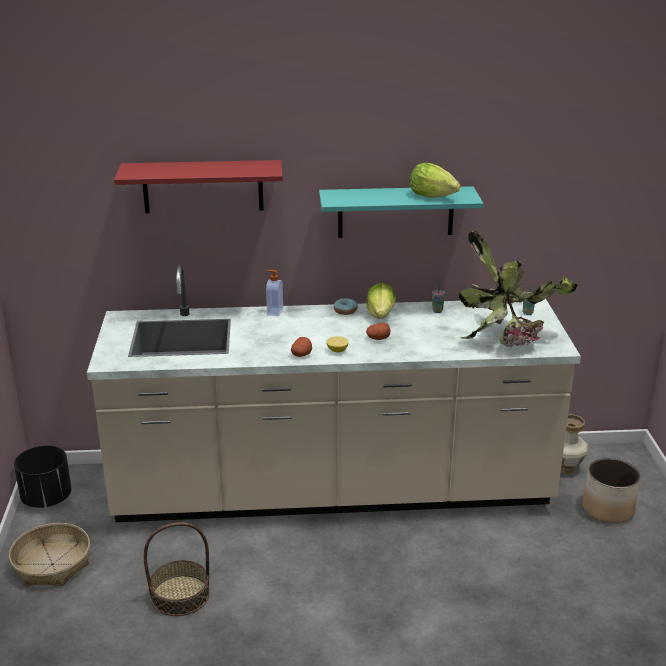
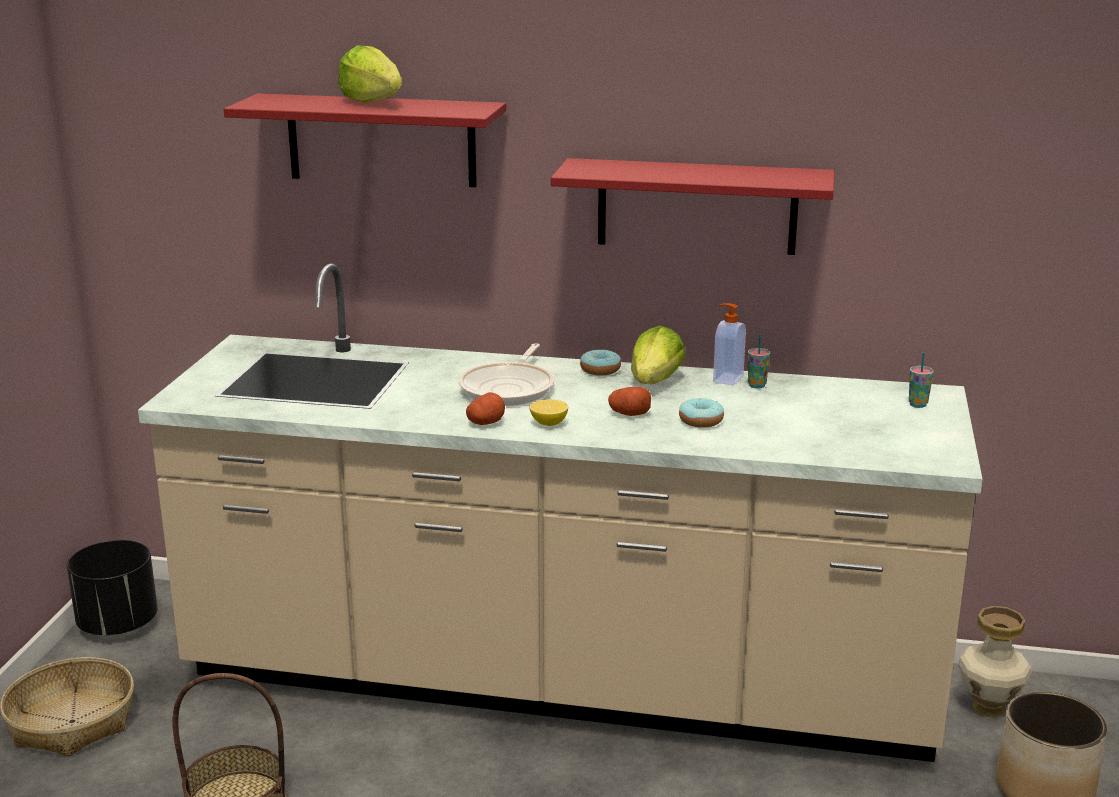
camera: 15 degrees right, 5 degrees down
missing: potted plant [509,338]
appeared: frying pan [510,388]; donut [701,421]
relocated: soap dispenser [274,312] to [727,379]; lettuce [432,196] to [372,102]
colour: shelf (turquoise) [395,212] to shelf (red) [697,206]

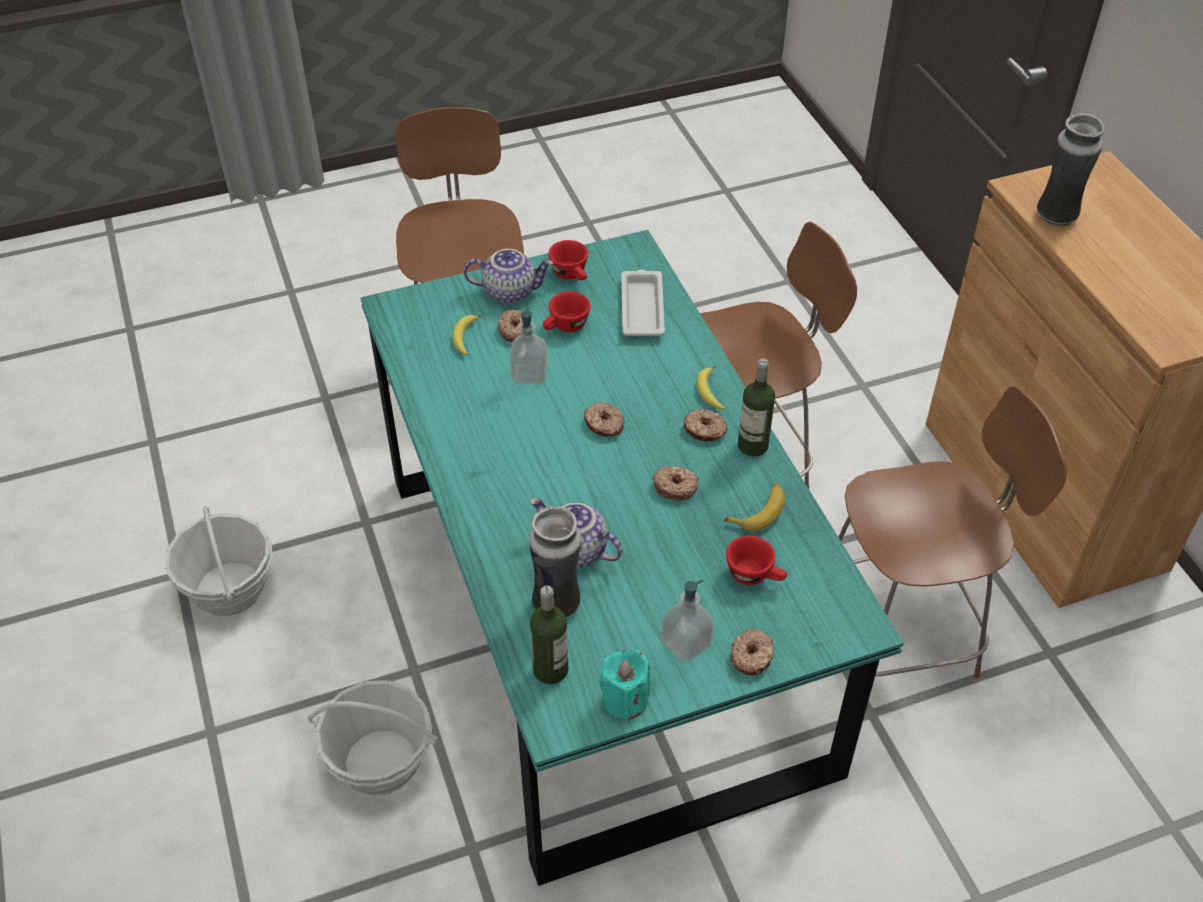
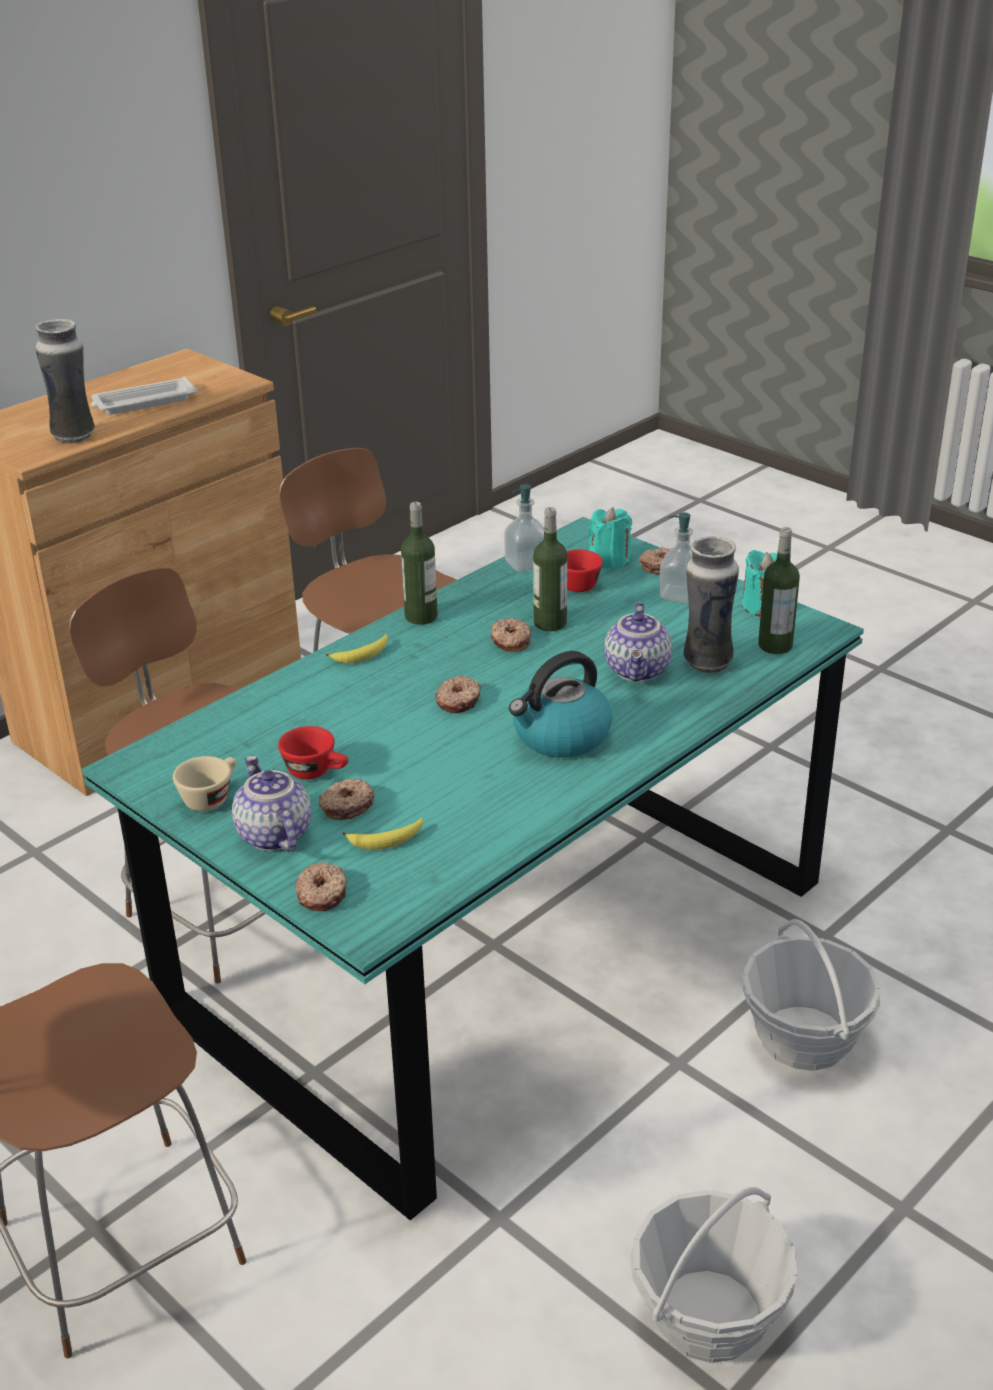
camera: 115 degrees left, 15 degrees down
missing: banana [759,511]
appeared: kettle [560,737]; bottle [550,623]; candle (turquoise) [609,560]
relocated: soap dispenser [529,374] to [525,564]; tray (white) [642,307] to [143,402]; donut [704,430] to [323,894]
colour: cup (red) [572,275] to cup (beige) [211,797]

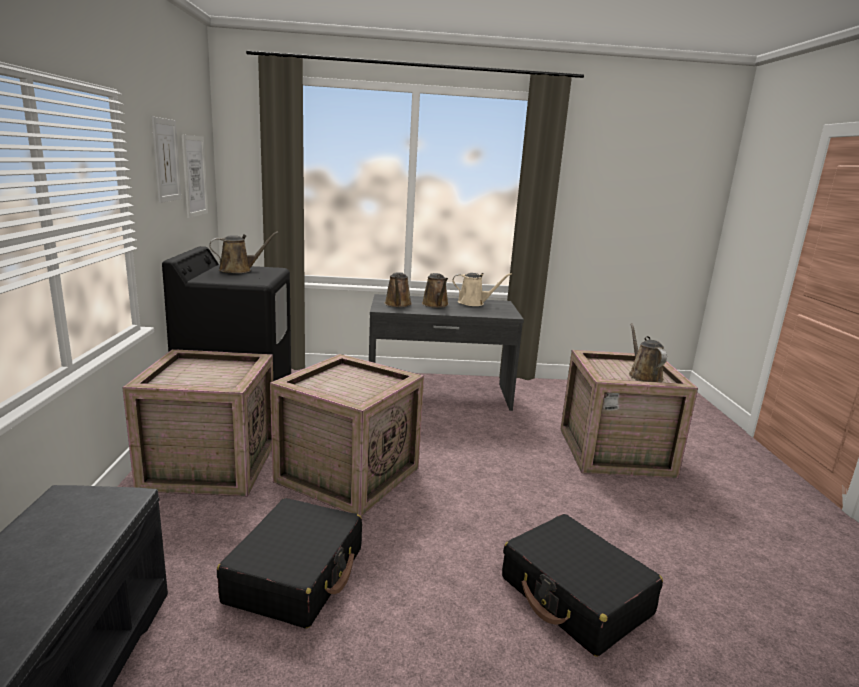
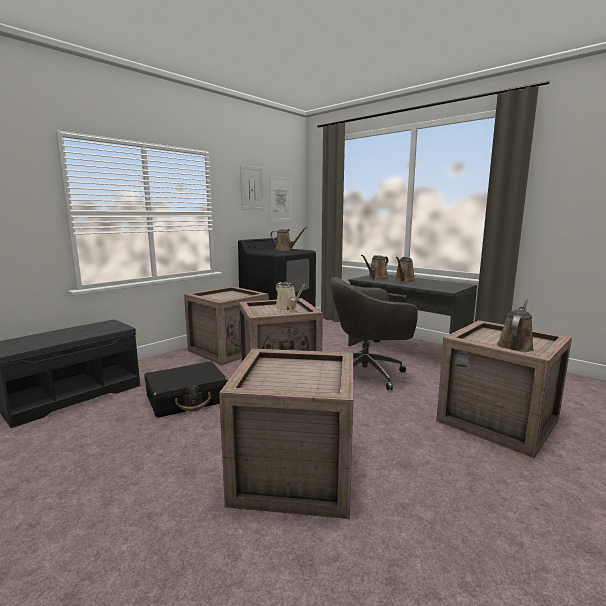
camera: 45 degrees right, 5 degrees down
appeared: office chair (grey) [367,373]
relocated: watering can (beige) [474,303] to [288,309]
exchanged: suitcase (black) [575,596] to crate [296,473]

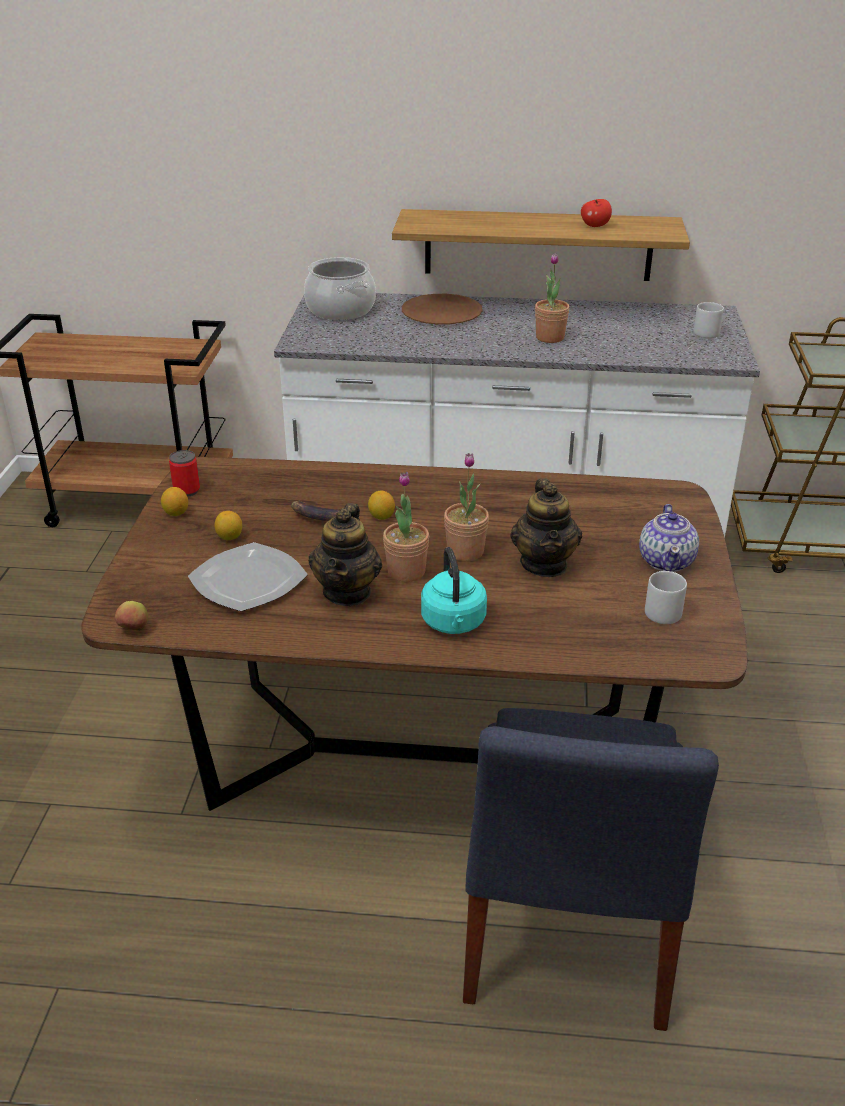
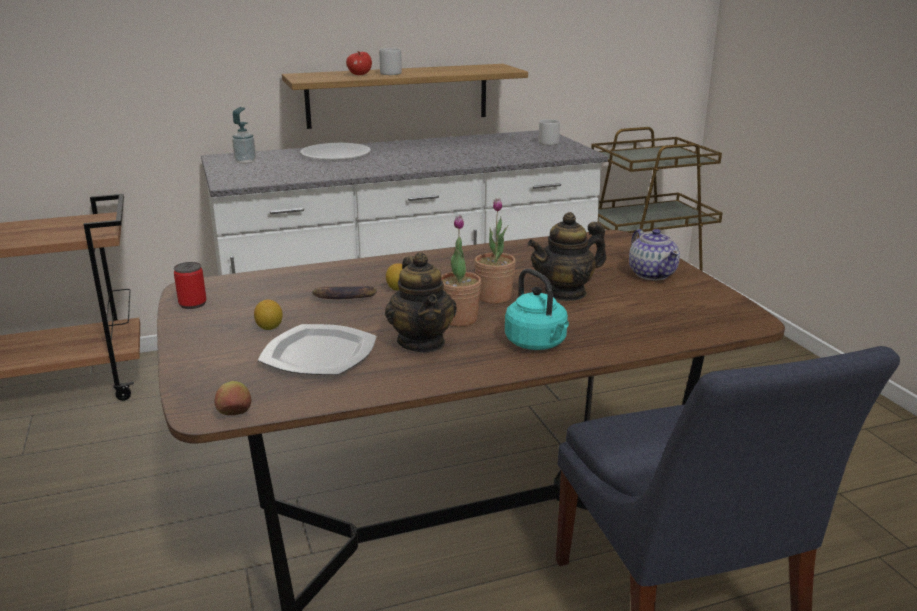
camera: 25 degrees left, 10 degrees down
missing: lemon [176,513]; potted plant [550,338]
relocated: apple [595,226] to [359,75]; mug (grey) [661,610] to [389,73]
exchanged: cooking pot [340,310] to soap dispenser [245,162]
colour: plate (brown) [442,312] to plate (white) [336,154]
spun: teapot [544,564] = [565,293] 90 degrees clockwise

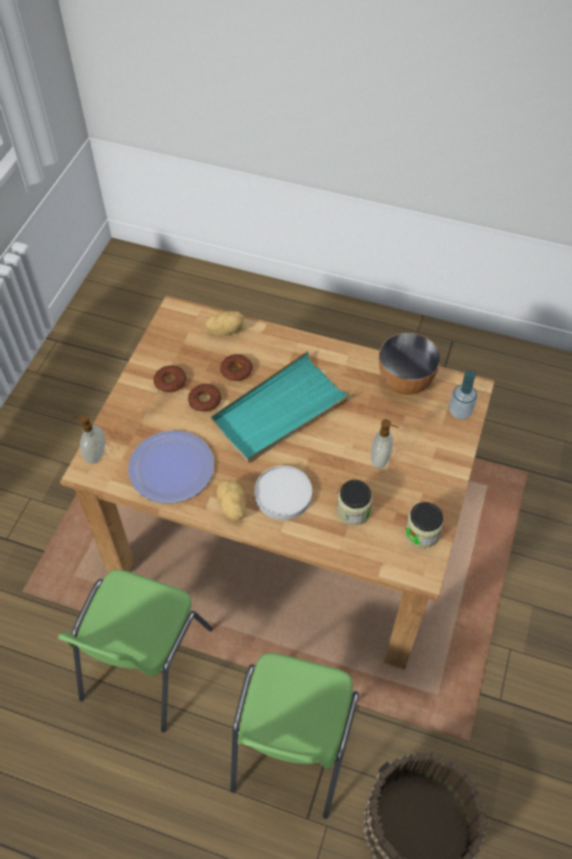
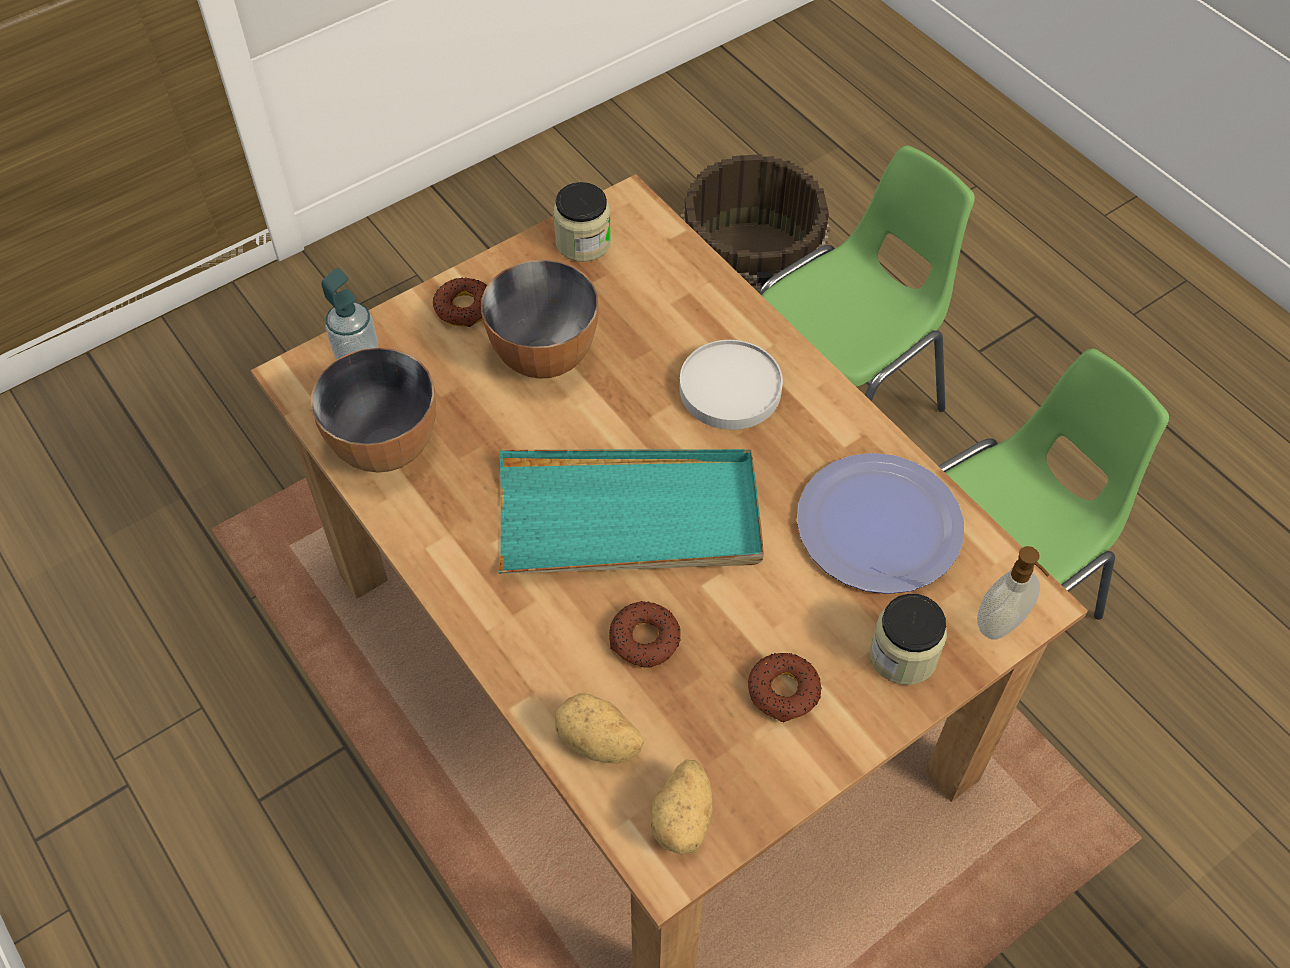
camera: 145 degrees left, 0 degrees up
relocated: donut [204,400] to [464,307]; potato [231,507] to [684,819]; jar [353,511] to [903,655]
exchanged: soap dispenser [381,459] to bowl [543,356]

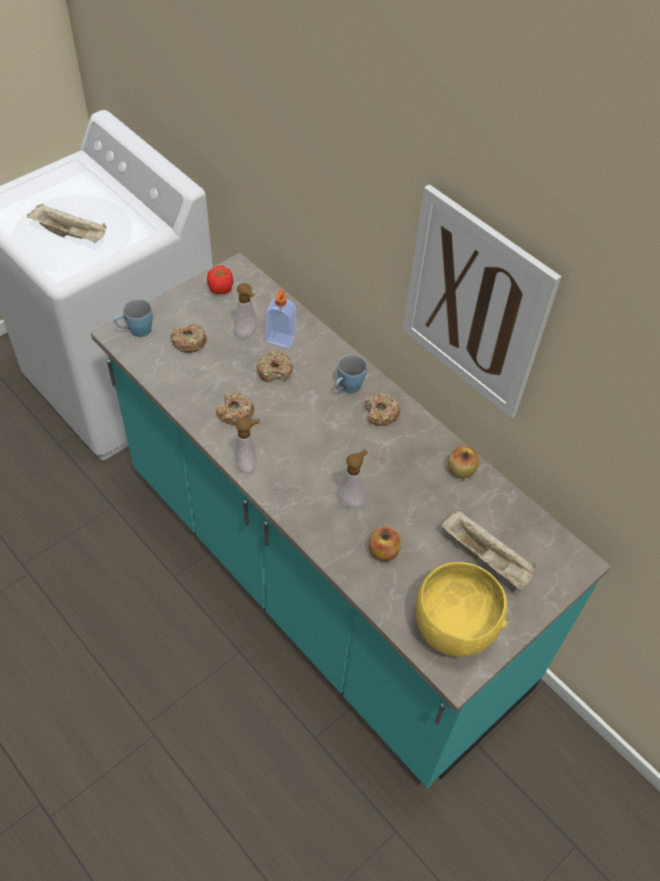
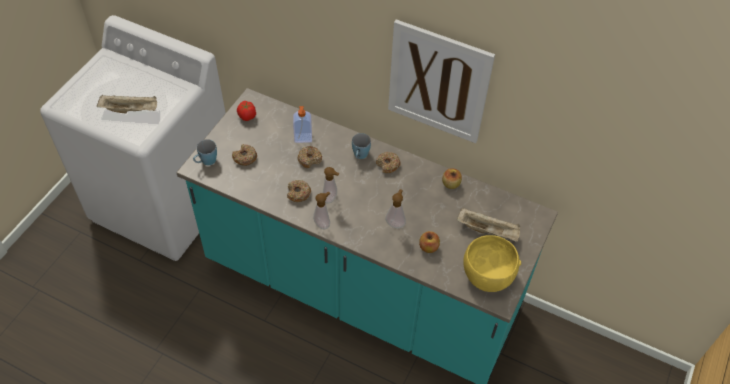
camera: 20 degrees left, 0 degrees up
relocated: soap dispenser [247,334] to [331,199]

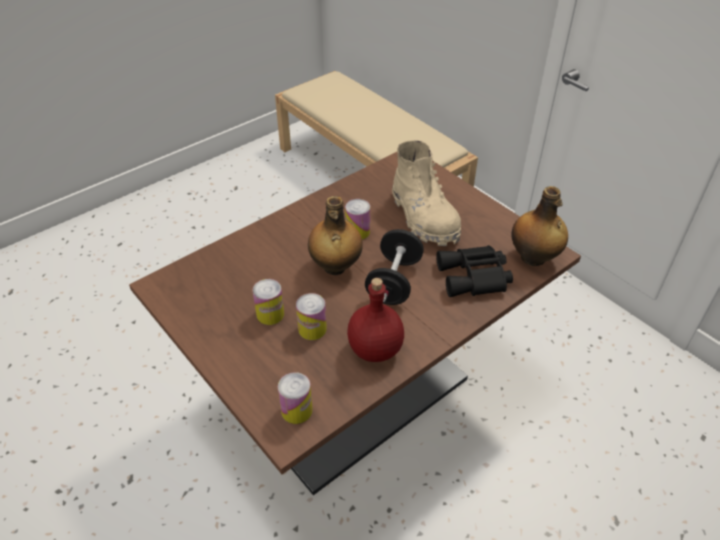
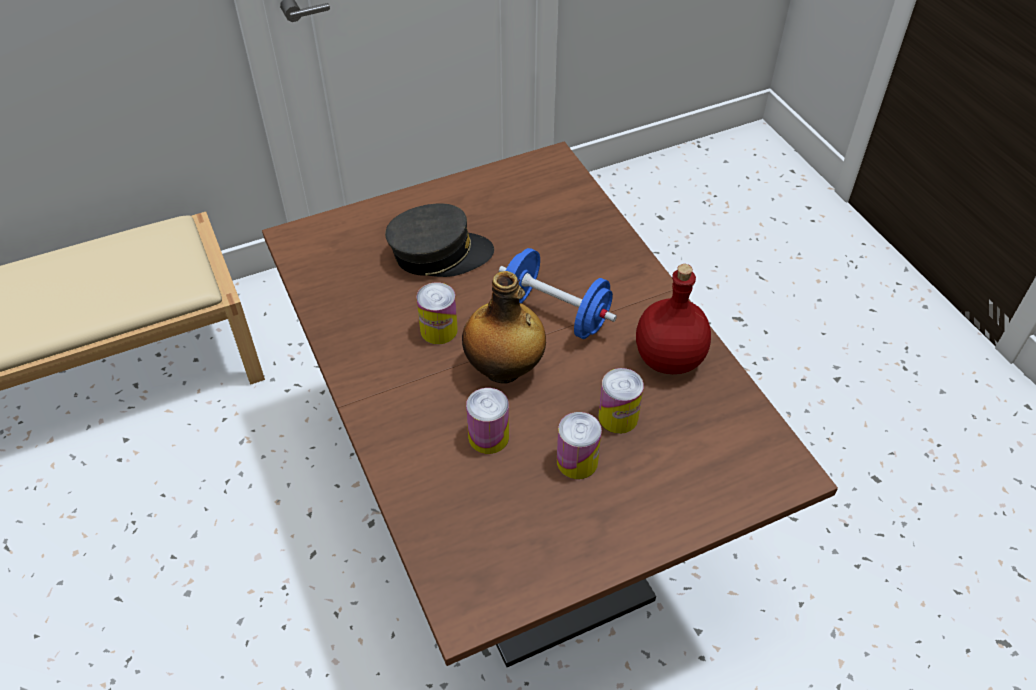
camera: 75 degrees left, 5 degrees up
missing: binoculars (black) [475,278]; bottle [533,258]
relocated: can [296,410] to [488,437]
exchanged: boot (beige) [424,218] to cap (grey) [439,254]
colour: dumbbell (black) [394,282] to dumbbell (blue) [555,314]

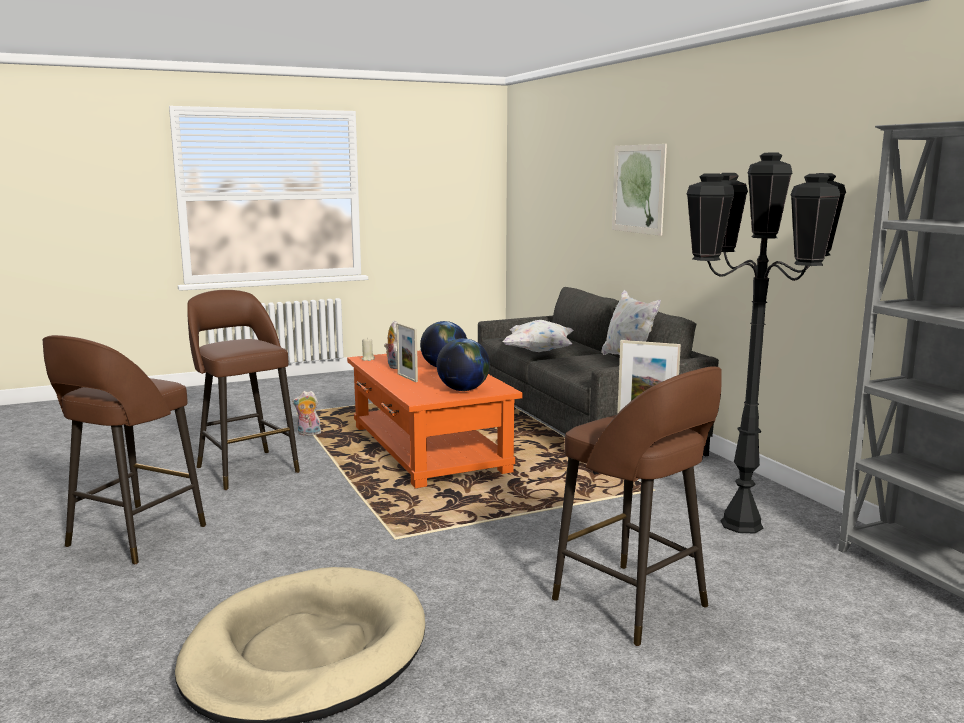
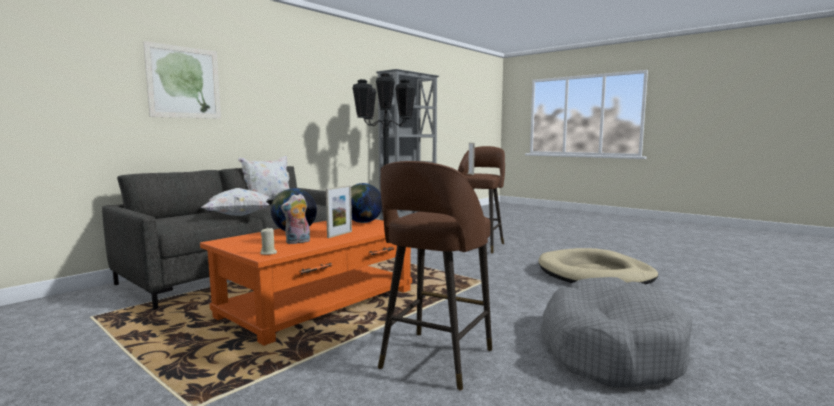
camera: 115 degrees left, 5 degrees down
missing: plush toy [308,434]
exchanged: stool (brown) [133,537] to dog bed (grey) [610,348]

